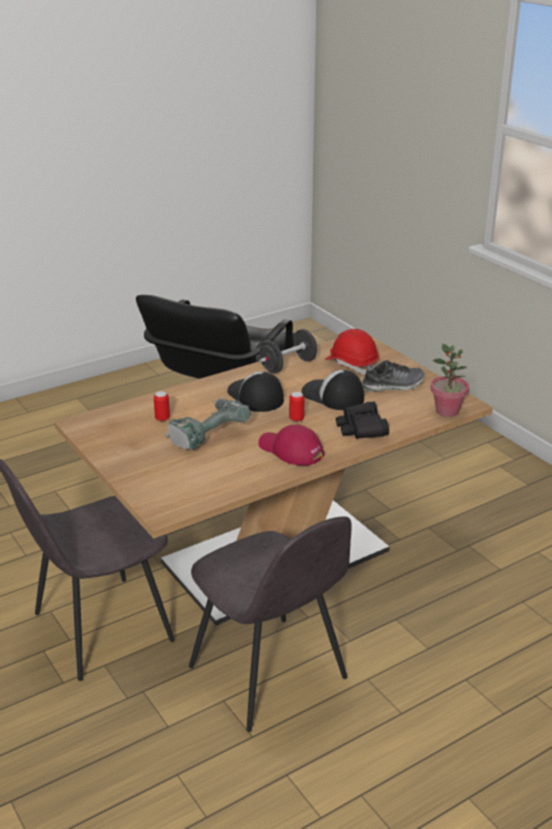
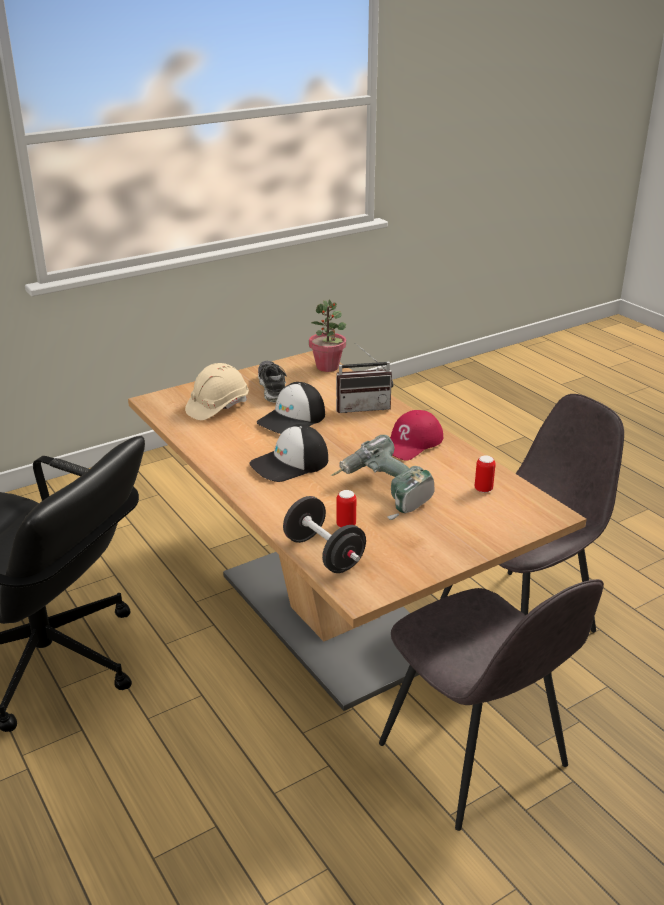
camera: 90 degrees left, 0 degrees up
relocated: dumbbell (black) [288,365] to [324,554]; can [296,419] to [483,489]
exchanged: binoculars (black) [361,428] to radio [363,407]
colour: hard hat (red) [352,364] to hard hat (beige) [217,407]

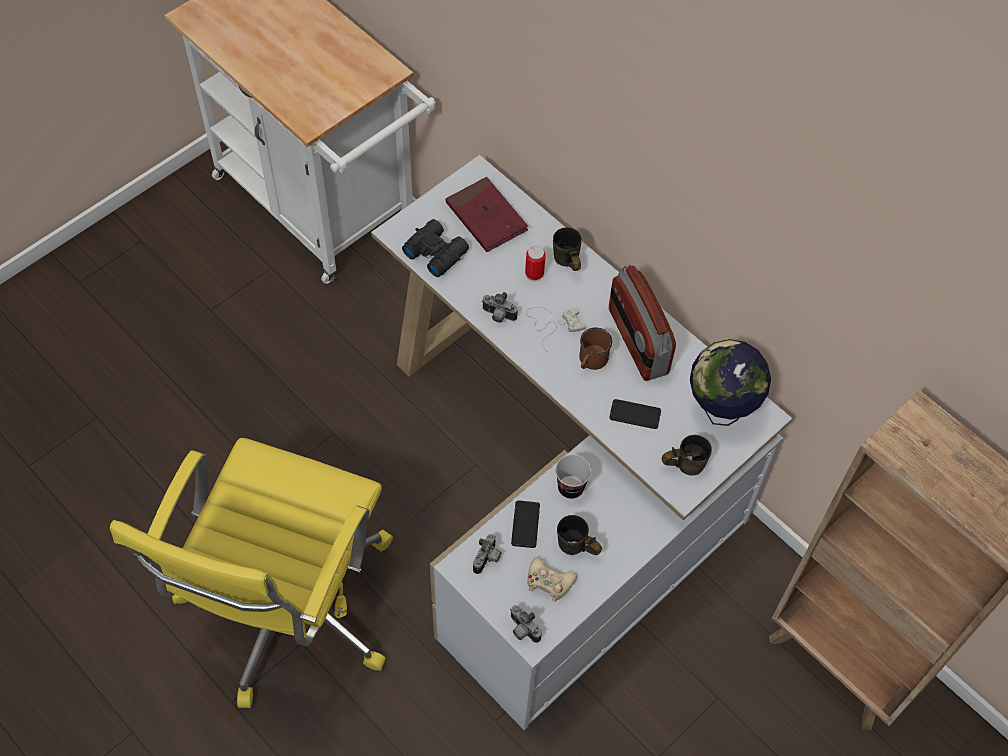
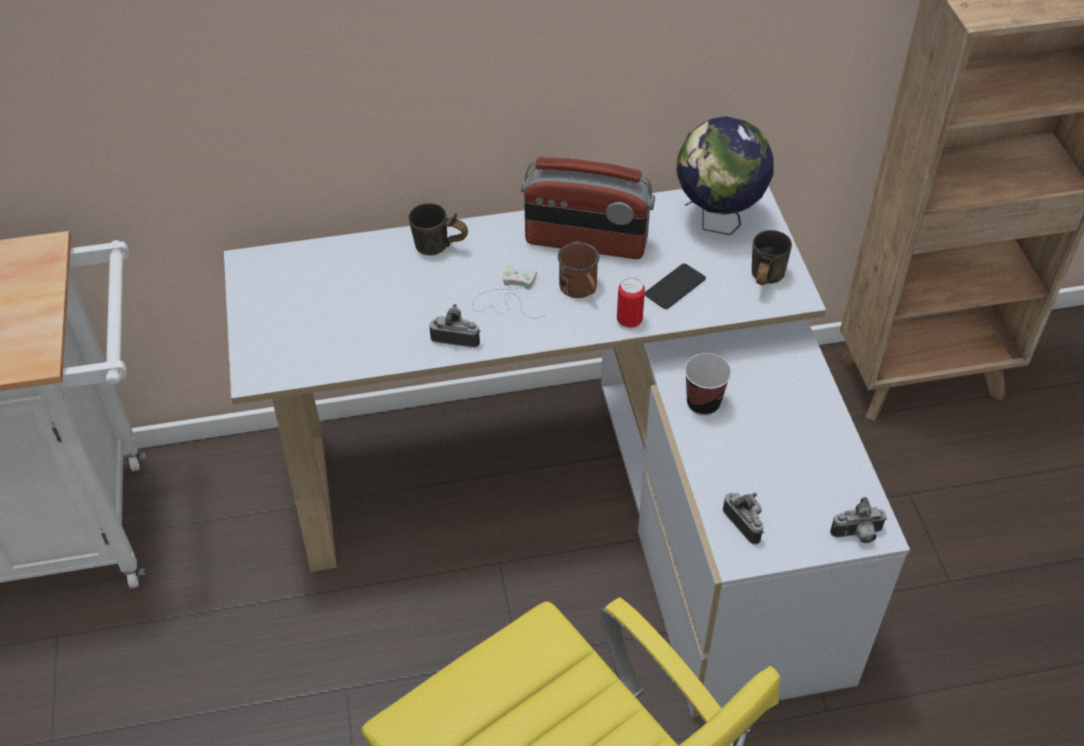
camera: 55 degrees left, 10 degrees down
missing: binoculars (black) [435,252]; book (red) [486,217]; phone [525,524]; game controller (beige) [549,582]; mug (grey) [575,549]
relocated: can [534,274] to [629,320]
spun: photo camera [498,316] = [456,338] 135 degrees counterclockwise

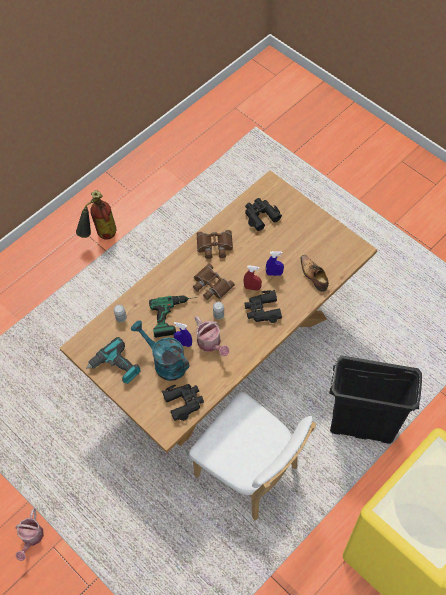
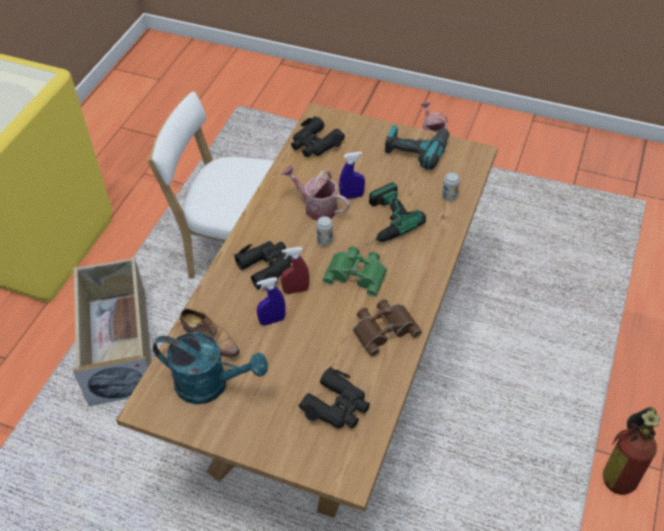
camera: 155 degrees right, 10 degrees down
relocated: watering can (turquoise) [165,362] to [211,385]
exchanged: trash can (black) [361,427] to storage box (beige) [119,345]
colour: binoculars (brown) [210,285] to binoculars (green) [357,273]

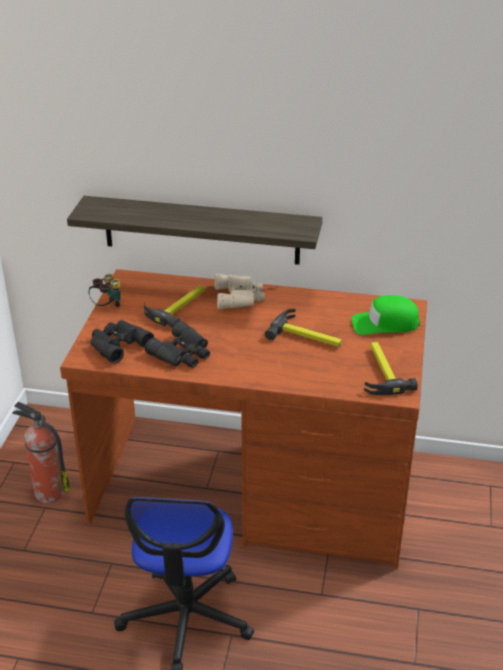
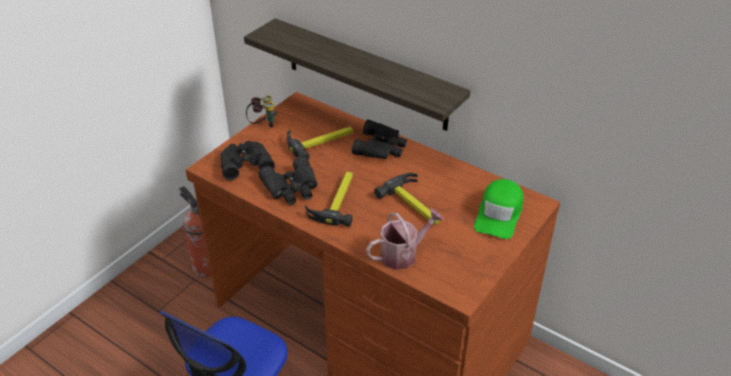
camera: 25 degrees right, 5 degrees up
appeared: watering can [403,254]
relocated: hammer [380,371] to [336,200]
colour: binoculars (beige) [239,297] to binoculars (black) [381,147]
spun: cap (green) [385,323] = [499,214] 90 degrees counterclockwise

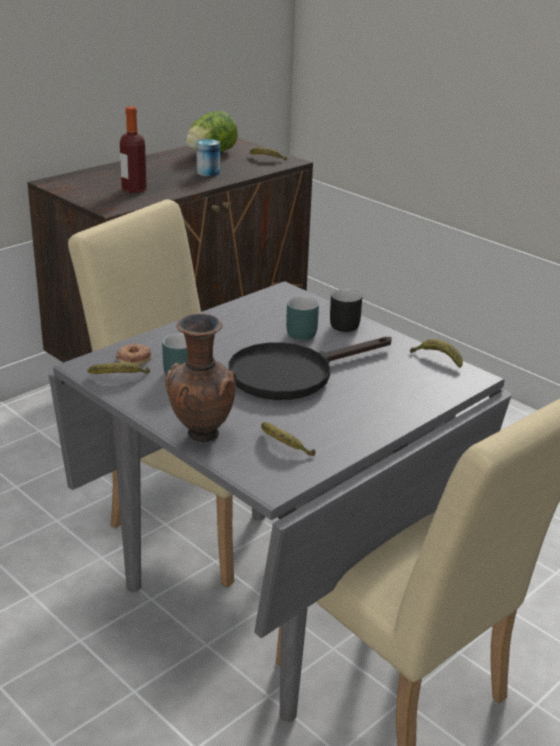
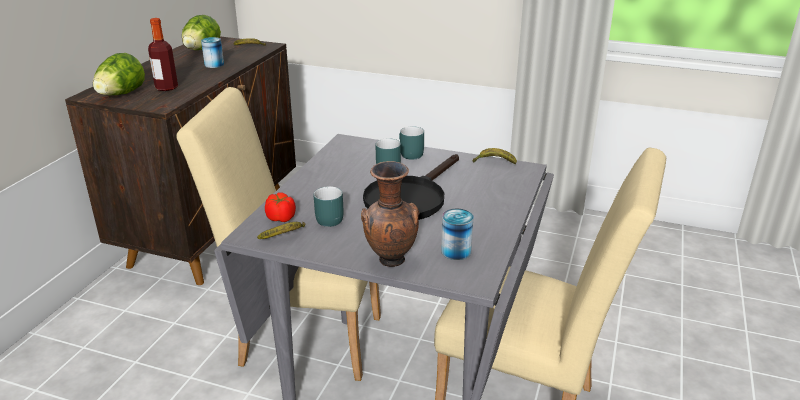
camera: 25 degrees left, 0 degrees up
appeared: lettuce [121,95]
exchanged: donut [133,358] to tomato [281,218]; banana [283,446] to can [456,251]
colour: mug (black) [341,324] to mug (turquoise) [408,154]

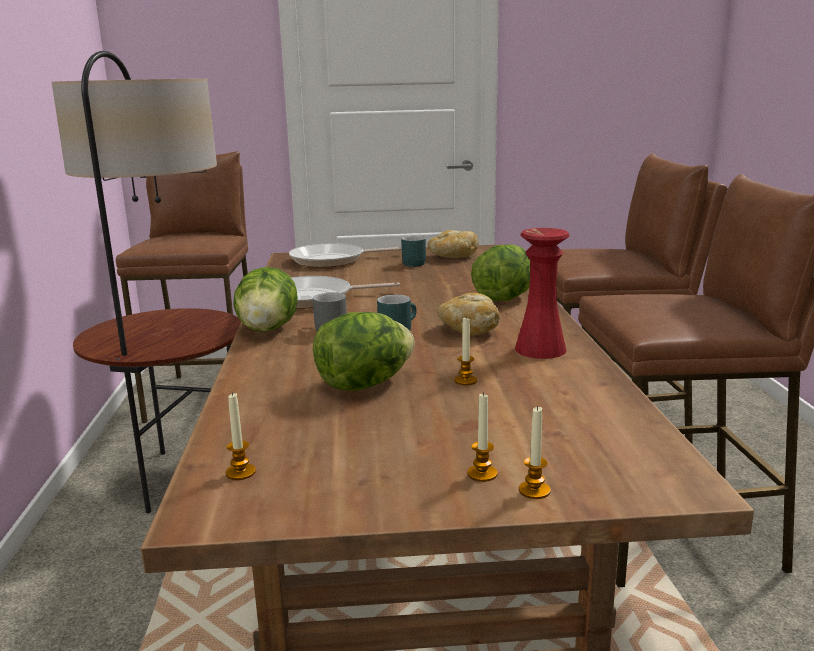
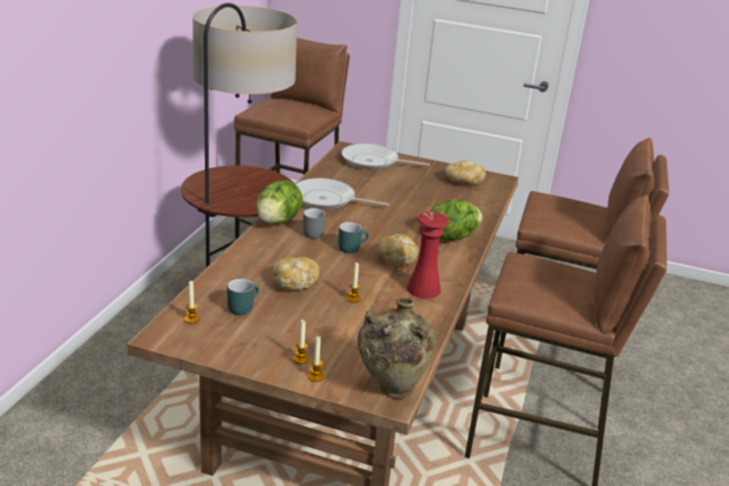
camera: 20 degrees right, 10 degrees up
appeared: vase (beige) [391,390]
relocated: mug (turquoise) [413,263] to [242,307]
exchanged: lettuce [364,384] to bread [295,283]

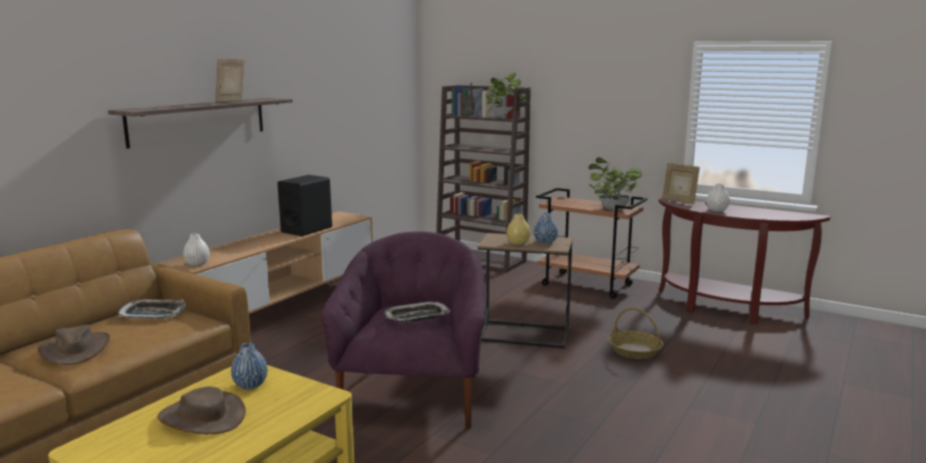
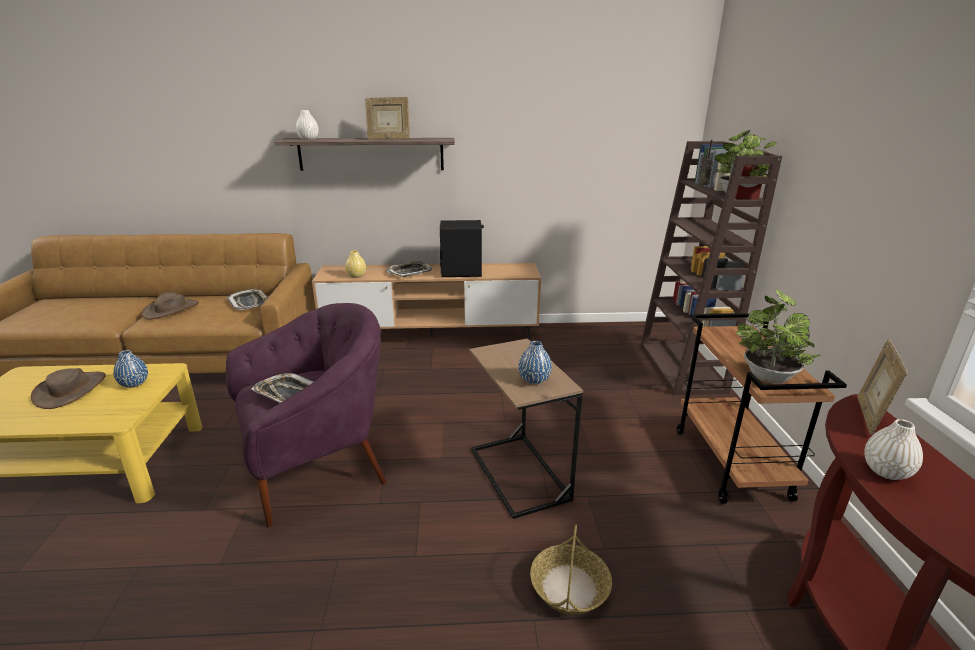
camera: 55 degrees right, 10 degrees up
appeared: tray [409,272]
relocated: vase (white) [197,264] to [308,139]; vase (yellow) [518,243] to [356,276]
spun: picture frame [231,102] = [389,139] 150 degrees counterclockwise

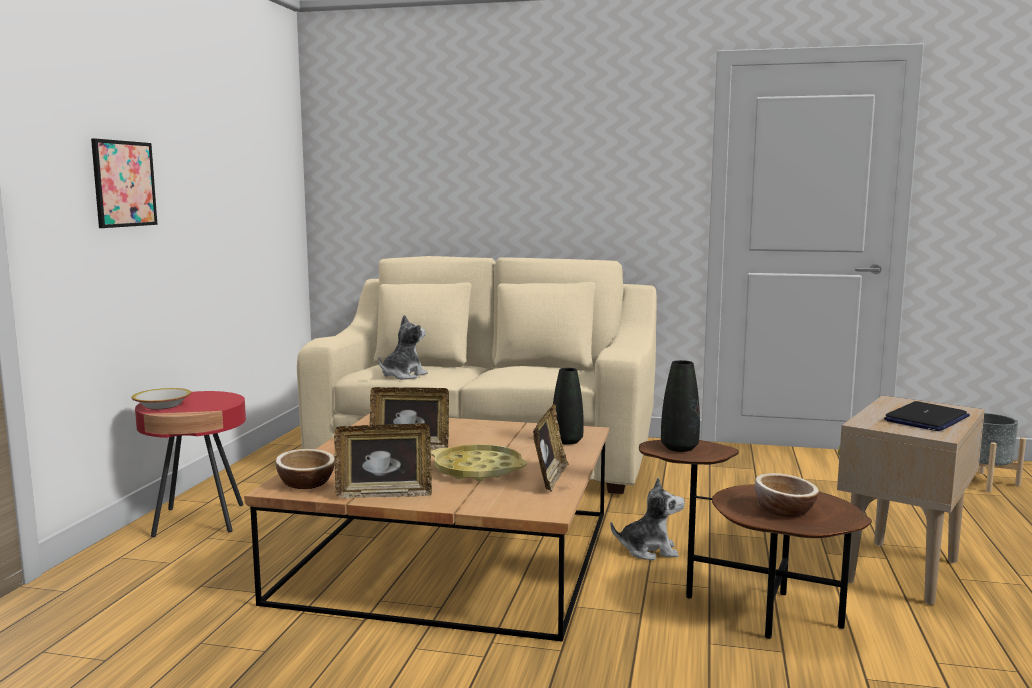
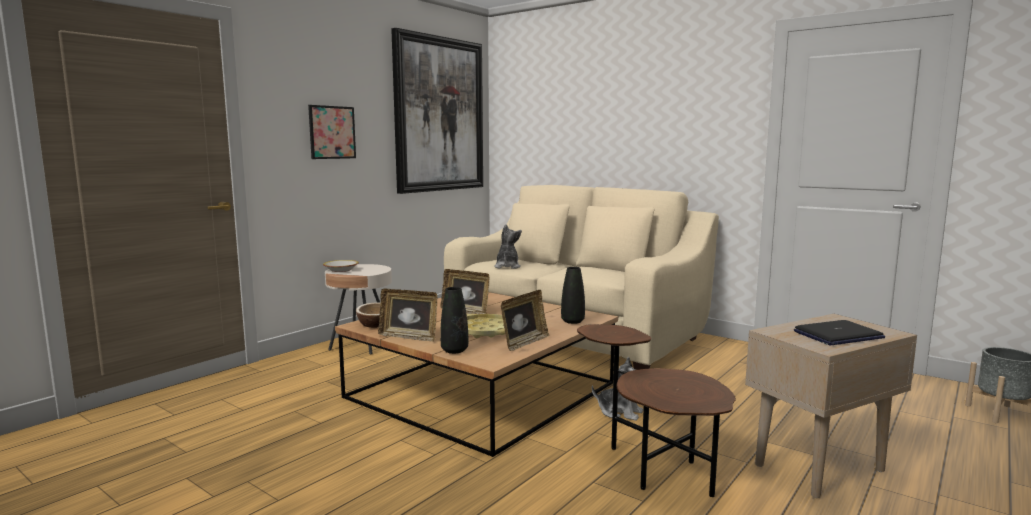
camera: 25 degrees right, 0 degrees up
missing: bowl [784,510]
appeared: picture [439,115]
relocated: vase (black) [679,448] to [454,350]
colour: side table (red) [199,520] to side table (beige) [361,345]
spun: plush toy [403,376] = [507,266] 60 degrees counterclockwise

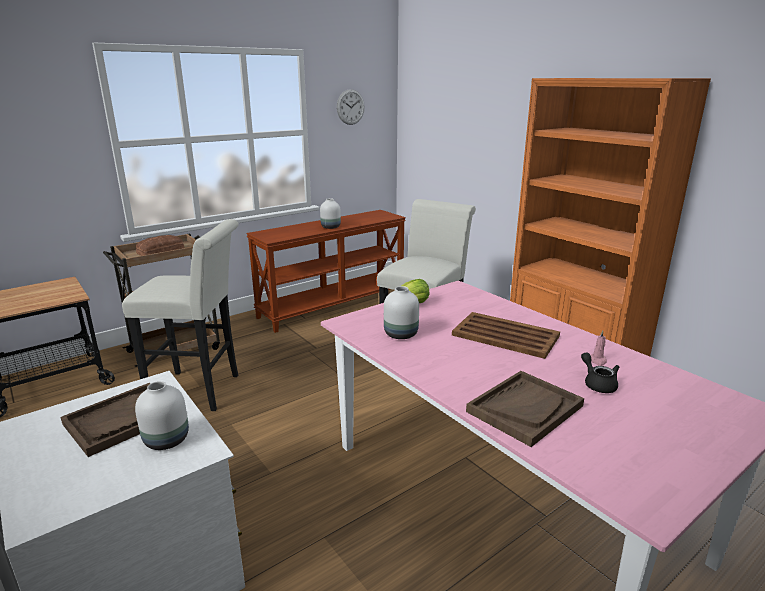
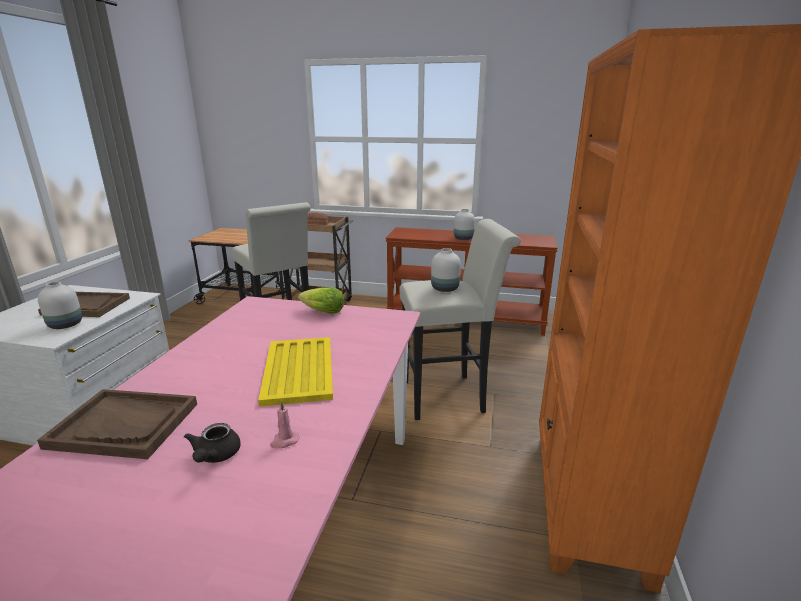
camera: 50 degrees right, 0 degrees up
missing: wall clock [350,107]
relocated: vase (white) [402,334] to [445,289]
colour: tray (brown) [504,335] to tray (yellow) [299,369]
spun: teapot (black) [598,384] = [215,456] 150 degrees clockwise

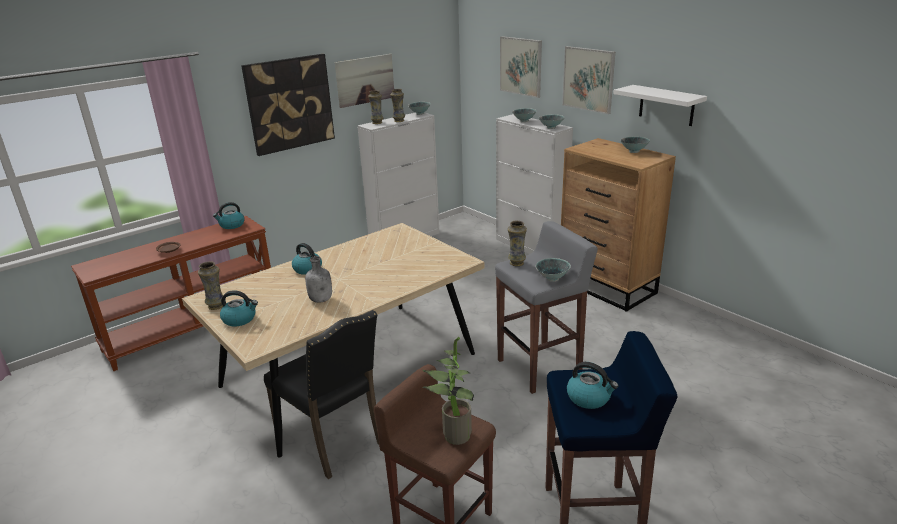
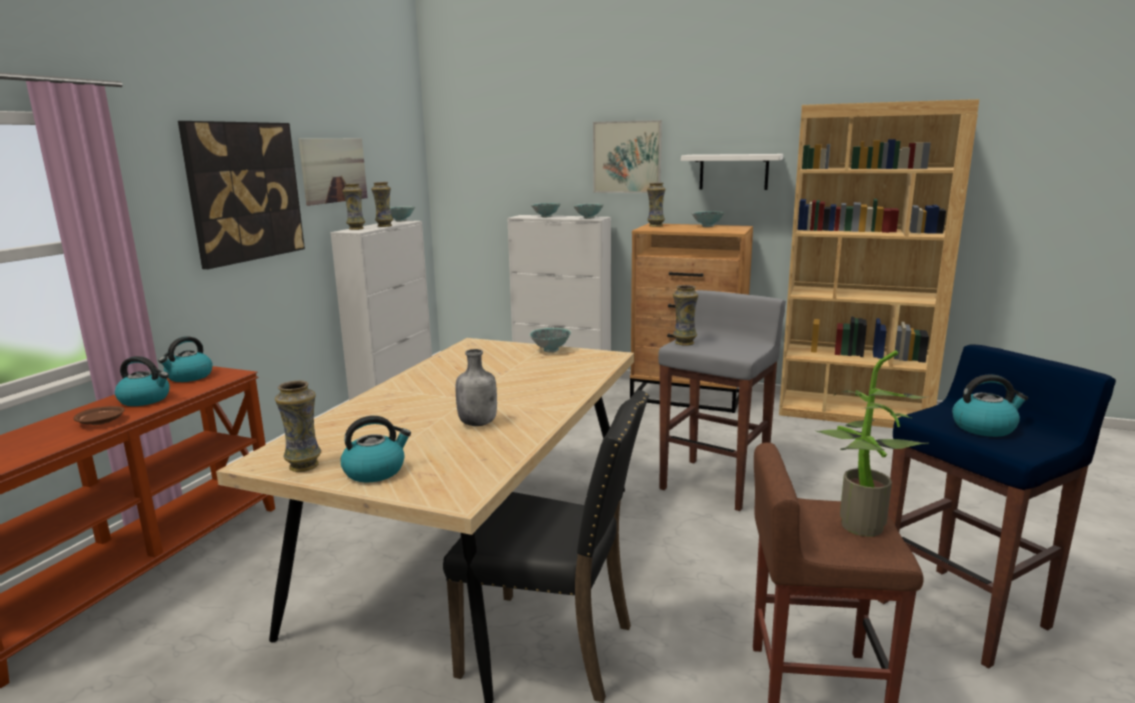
camera: 30 degrees left, 10 degrees down
missing: picture [520,66]
appeared: vase [655,226]; bookcase (brown) [853,413]
relocated: kettle [308,269] to [146,399]; bowl [552,278] to [551,350]

